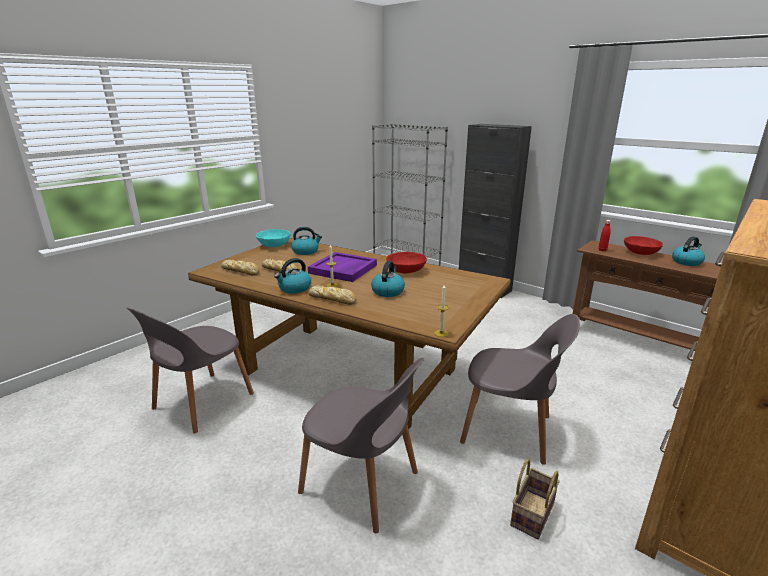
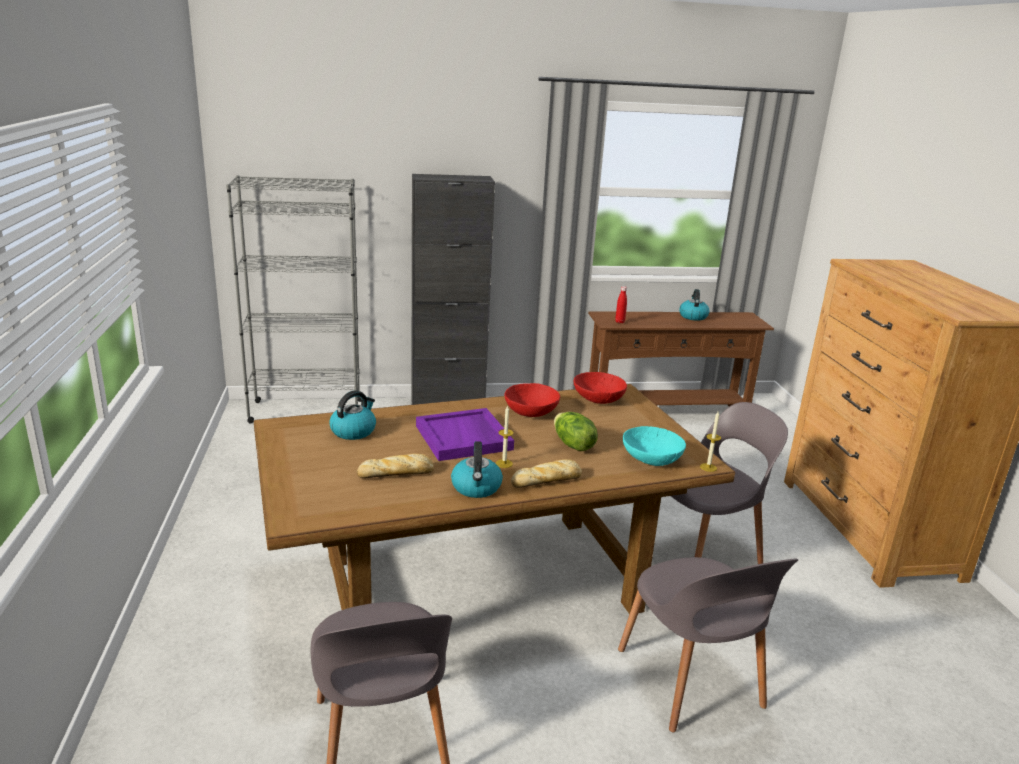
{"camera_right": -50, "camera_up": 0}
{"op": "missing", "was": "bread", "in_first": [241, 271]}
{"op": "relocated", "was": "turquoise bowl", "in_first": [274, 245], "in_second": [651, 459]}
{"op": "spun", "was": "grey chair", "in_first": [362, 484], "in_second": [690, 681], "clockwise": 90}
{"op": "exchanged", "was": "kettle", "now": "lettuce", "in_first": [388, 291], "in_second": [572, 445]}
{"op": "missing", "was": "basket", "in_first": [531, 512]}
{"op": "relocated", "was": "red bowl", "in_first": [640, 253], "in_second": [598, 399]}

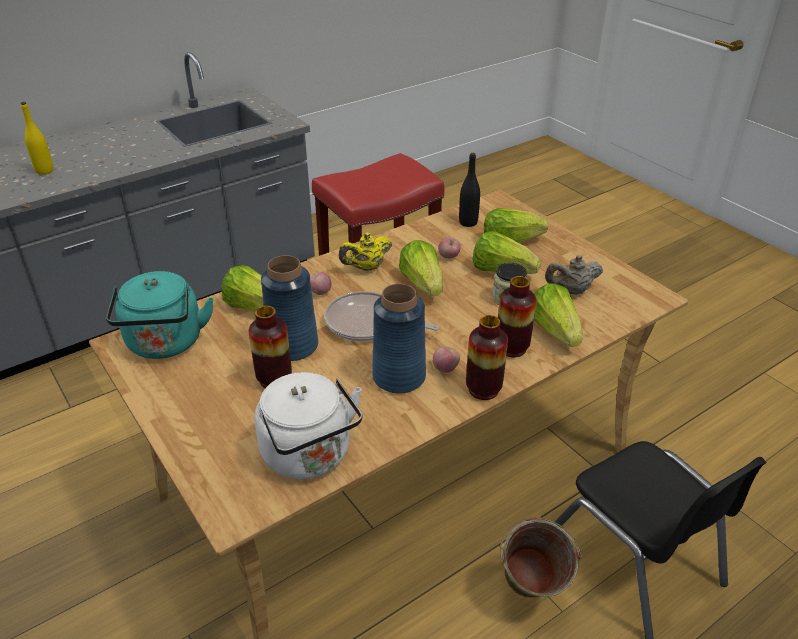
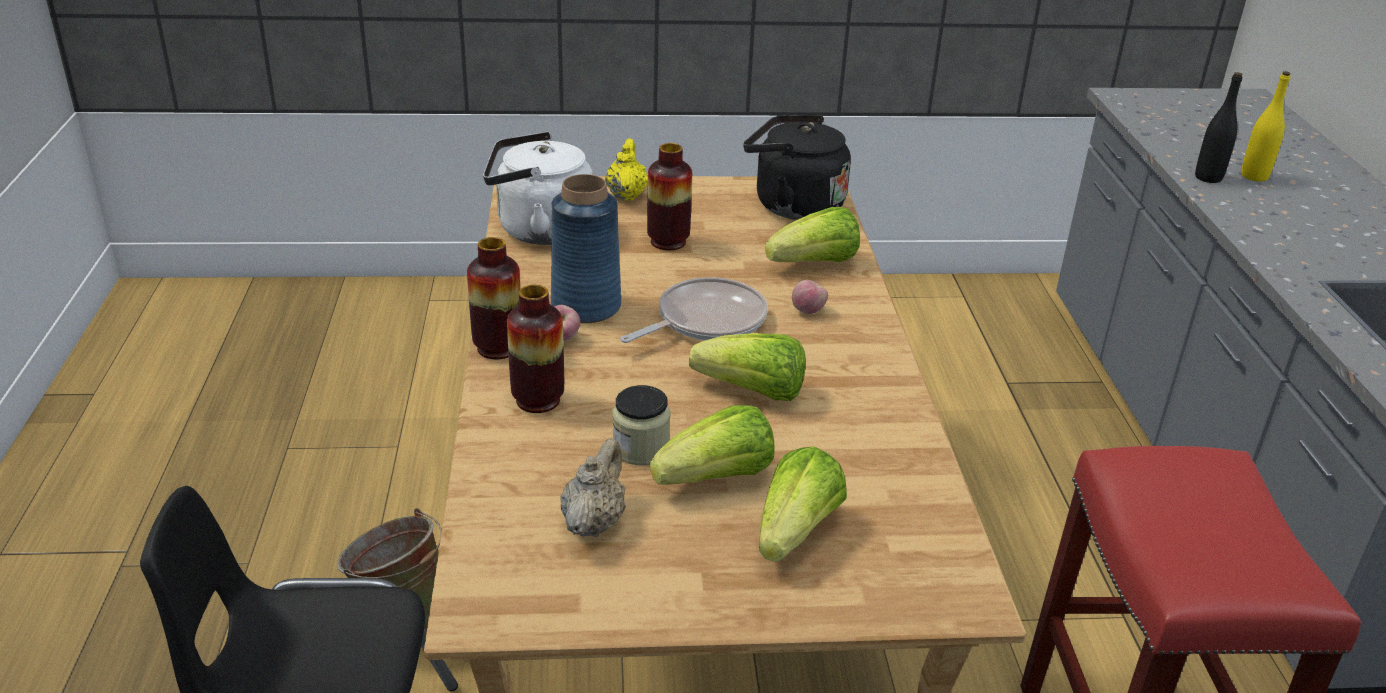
{"camera_right": 120, "camera_up": -5}
{"op": "colour", "was": "turquoise kettle", "now": "black kettle", "in_first": [165, 344], "in_second": [793, 205]}
{"op": "missing", "was": "blue vase", "in_first": [293, 345]}
{"op": "relocated", "was": "yellow teapot", "in_first": [366, 267], "in_second": [626, 195]}
{"op": "missing", "was": "apple", "in_first": [449, 257]}
{"op": "relocated", "was": "black bottle", "in_first": [468, 222], "in_second": [1208, 178]}
{"op": "missing", "was": "lettuce", "in_first": [555, 330]}

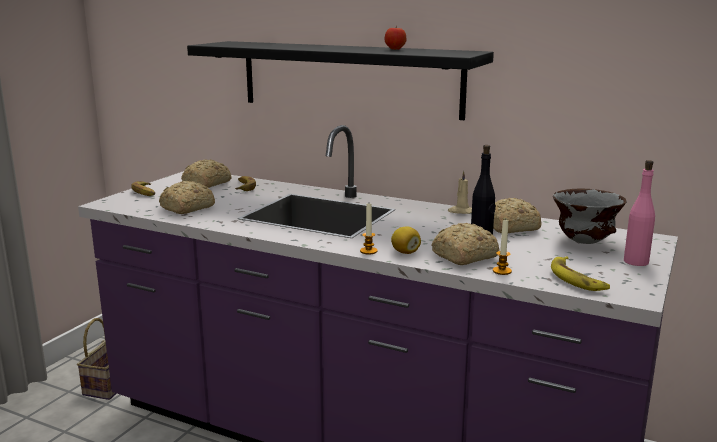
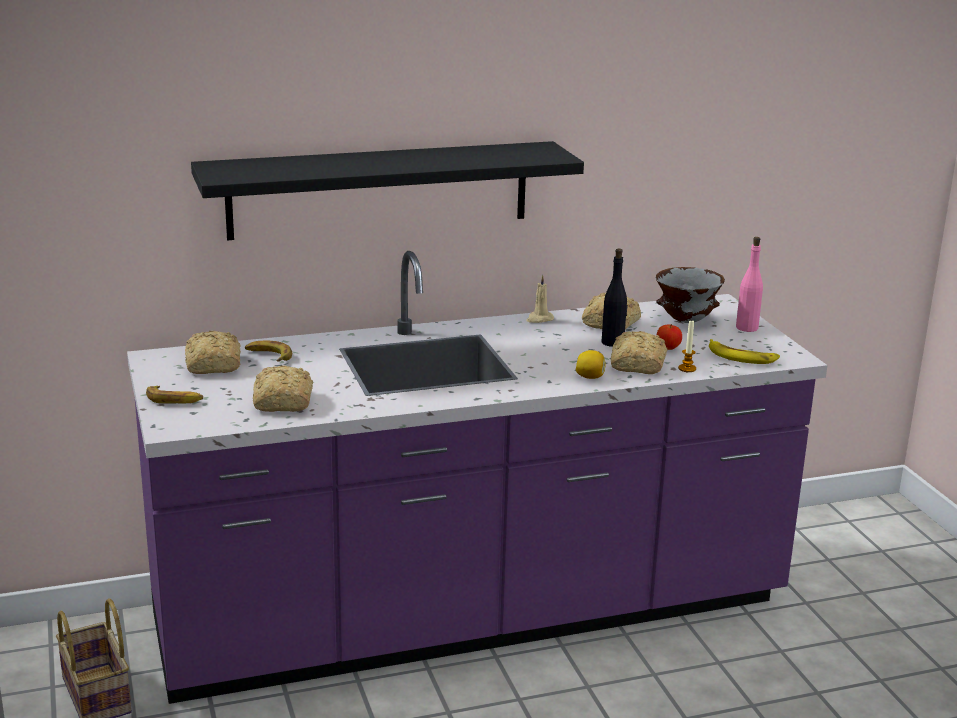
{"camera_right": -45, "camera_up": 5}
{"op": "missing", "was": "candle", "in_first": [368, 251]}
{"op": "relocated", "was": "apple", "in_first": [395, 49], "in_second": [668, 348]}

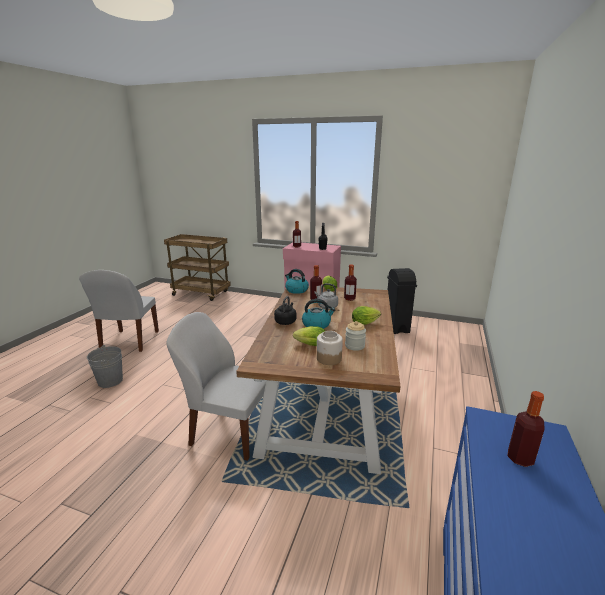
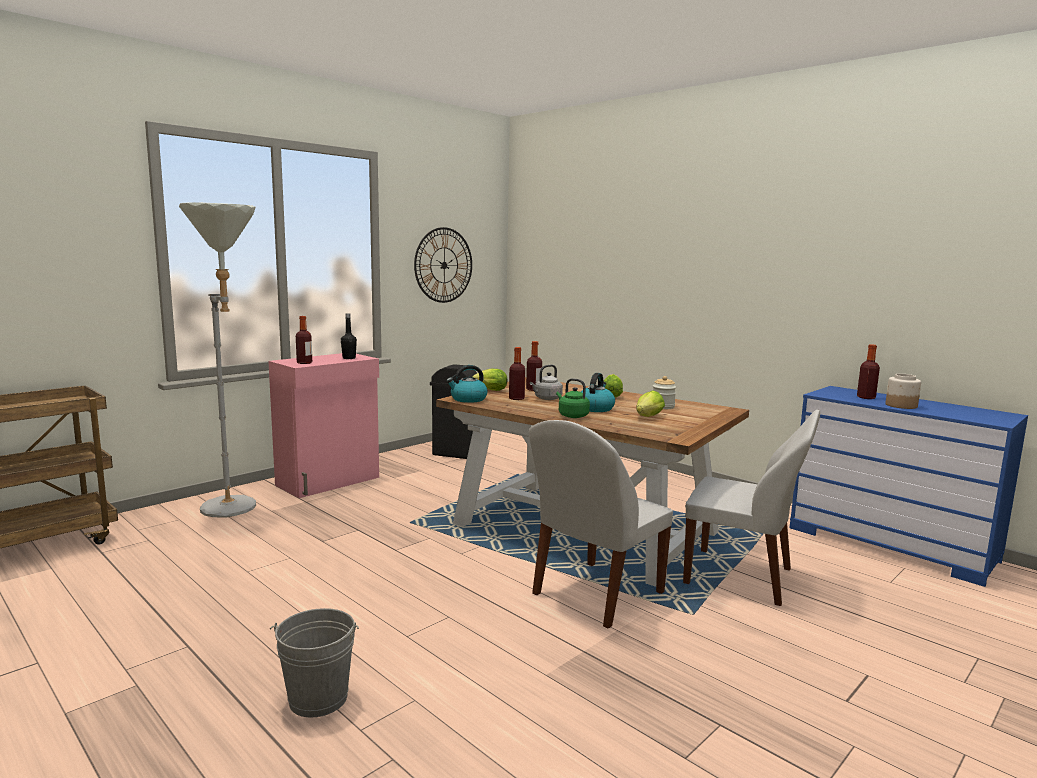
{"camera_right": -65, "camera_up": -10}
{"op": "relocated", "was": "white chair", "in_first": [129, 342], "in_second": [742, 577]}
{"op": "colour", "was": "black kettle", "now": "green kettle", "in_first": [286, 321], "in_second": [572, 416]}
{"op": "relocated", "was": "jar", "in_first": [328, 358], "in_second": [901, 405]}
{"op": "appeared", "now": "grey floor lamp", "in_second": [235, 511]}
{"op": "appeared", "now": "wall clock", "in_second": [444, 265]}

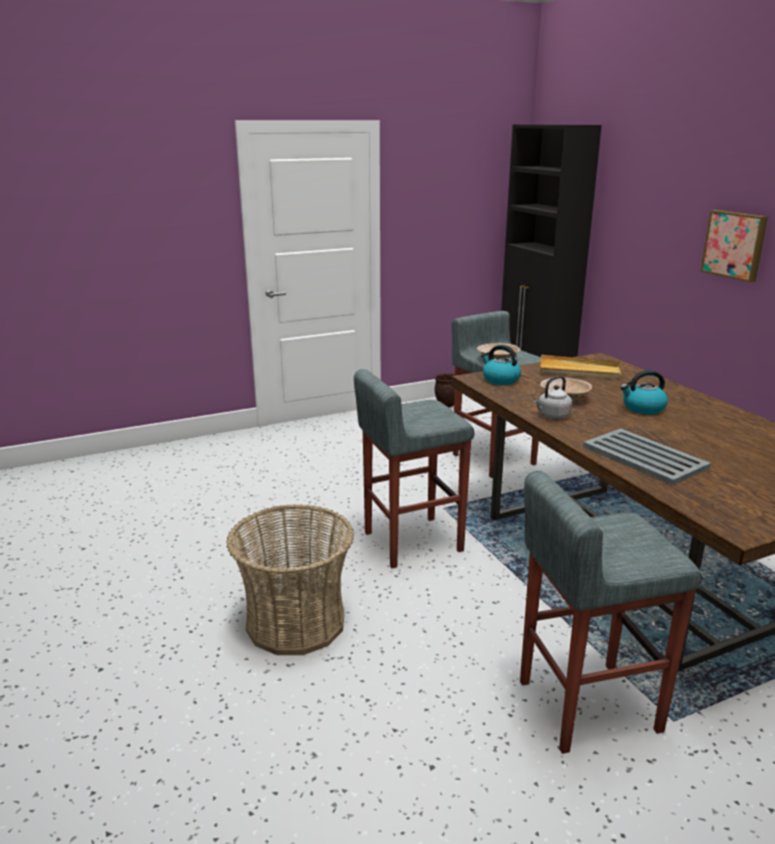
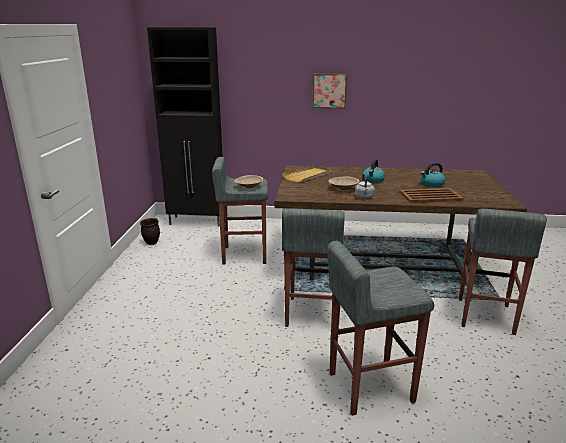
{"camera_right": -60, "camera_up": 0}
{"op": "exchanged", "was": "basket", "now": "grey stool", "in_first": [295, 622], "in_second": [369, 386]}
{"op": "relocated", "was": "kettle", "in_first": [500, 380], "in_second": [432, 184]}
{"op": "colour", "was": "grey tray", "now": "brown tray", "in_first": [643, 457], "in_second": [430, 196]}

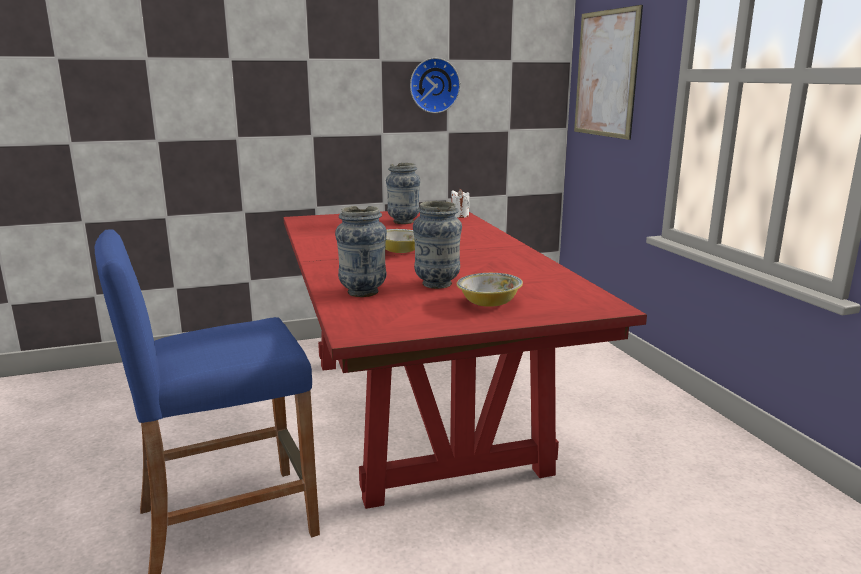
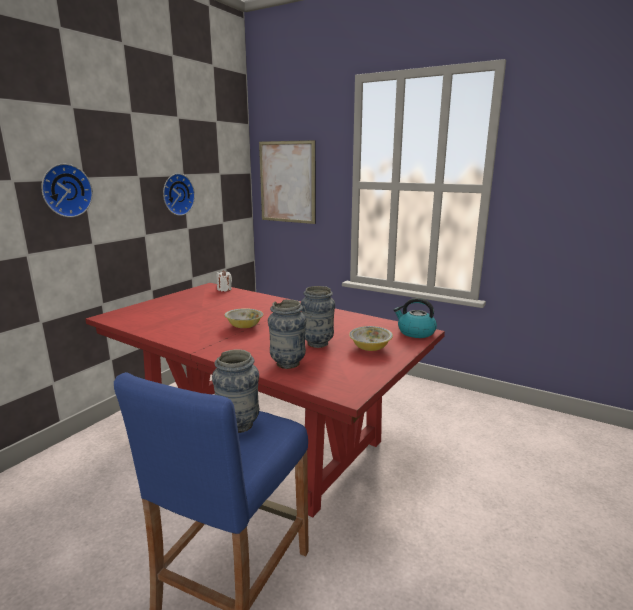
{"camera_right": -40, "camera_up": 0}
{"op": "relocated", "was": "vase", "in_first": [403, 222], "in_second": [238, 425]}
{"op": "appeared", "now": "wall clock", "in_second": [65, 190]}
{"op": "appeared", "now": "kettle", "in_second": [415, 332]}

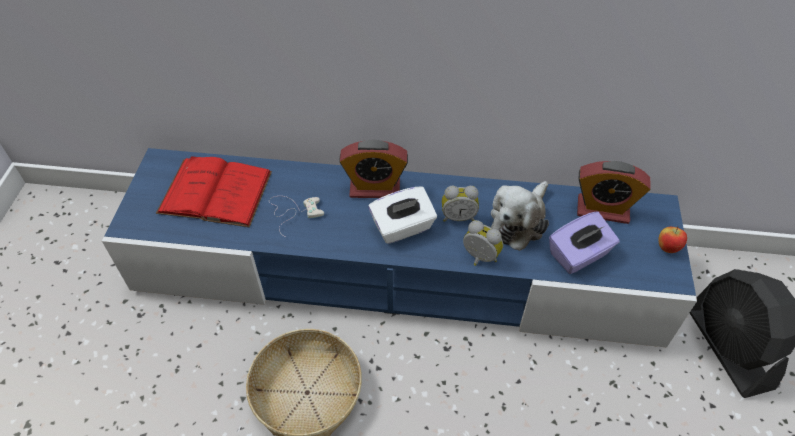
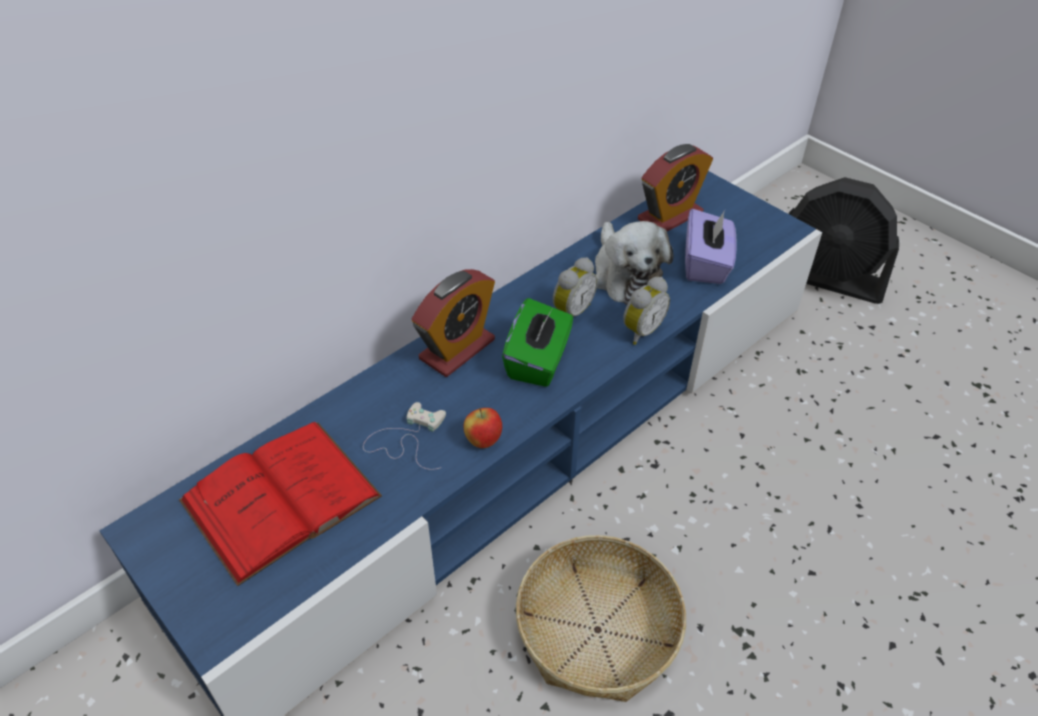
{"camera_right": -50, "camera_up": -5}
{"op": "colour", "was": "white tissue box", "now": "green tissue box", "in_first": [403, 227], "in_second": [538, 361]}
{"op": "spun", "was": "alarm clock", "in_first": [479, 258], "in_second": [640, 330], "clockwise": 150}
{"op": "relocated", "was": "apple", "in_first": [667, 248], "in_second": [483, 441]}

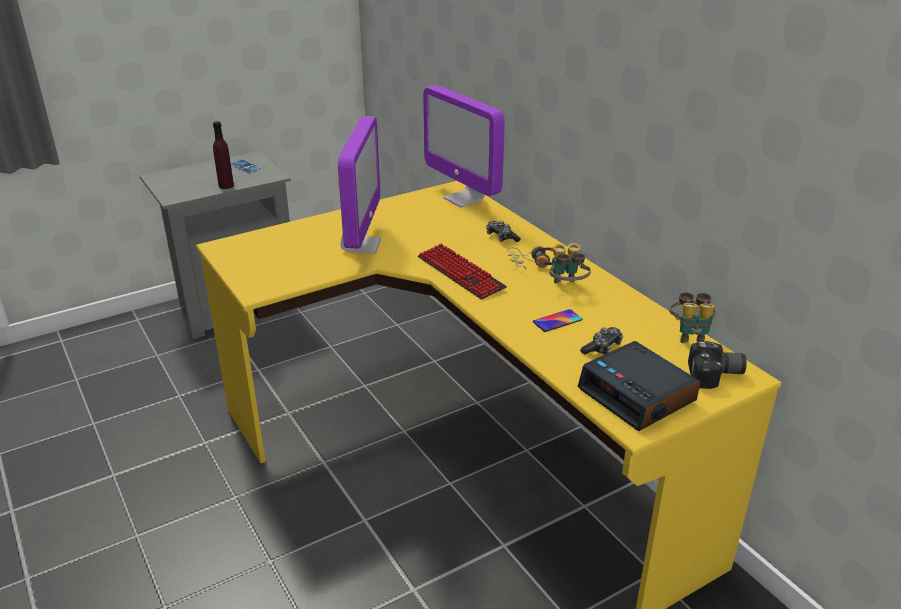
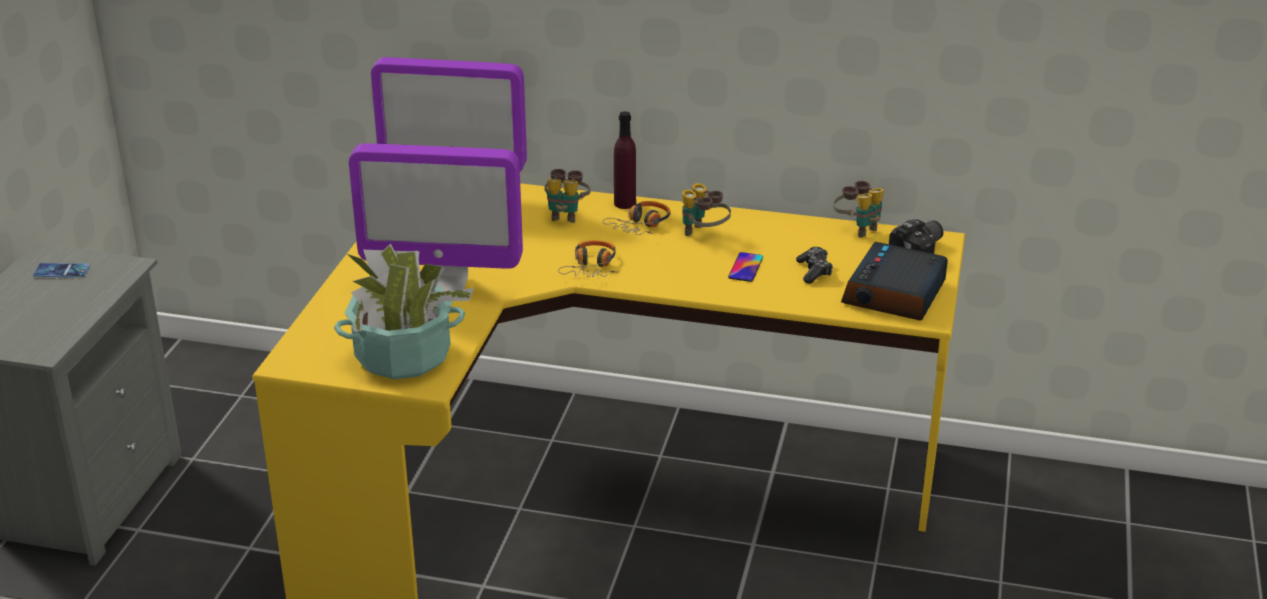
{"camera_right": -45, "camera_up": 0}
{"op": "relocated", "was": "purple bottle", "in_first": [226, 186], "in_second": [625, 203]}
{"op": "spun", "was": "monitor", "in_first": [361, 245], "in_second": [443, 287], "clockwise": 135}
{"op": "exchanged", "was": "keyboard", "now": "headphones", "in_first": [460, 273], "in_second": [592, 267]}
{"op": "exchanged", "was": "game controller", "now": "binoculars", "in_first": [501, 237], "in_second": [566, 215]}
{"op": "spun", "was": "alarm clock", "in_first": [638, 395], "in_second": [895, 294], "clockwise": 105}
{"op": "appeared", "now": "potted plant", "in_second": [403, 356]}

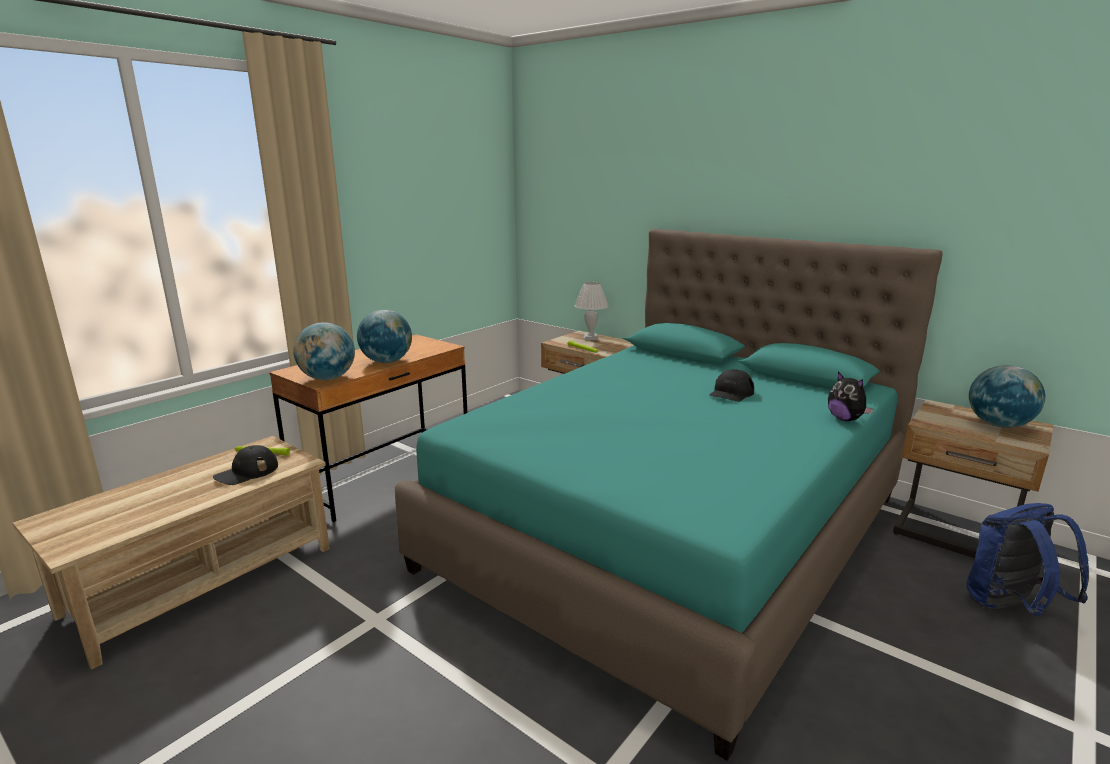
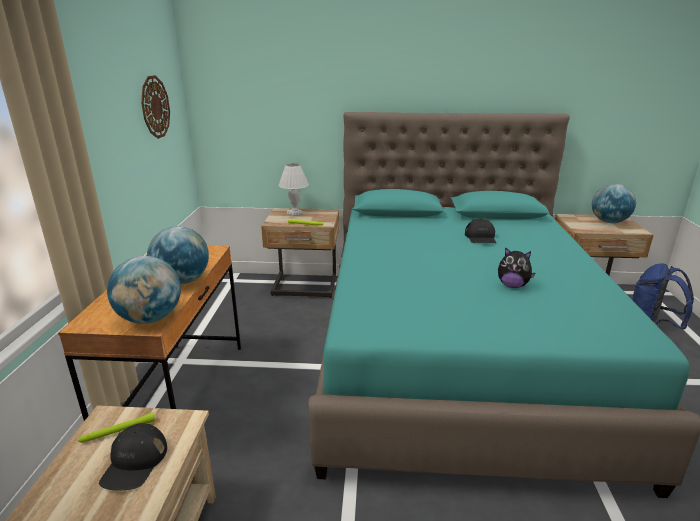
{"camera_right": -35, "camera_up": 5}
{"op": "relocated", "was": "plush toy", "in_first": [845, 419], "in_second": [512, 285]}
{"op": "appeared", "now": "wall clock", "in_second": [155, 107]}

